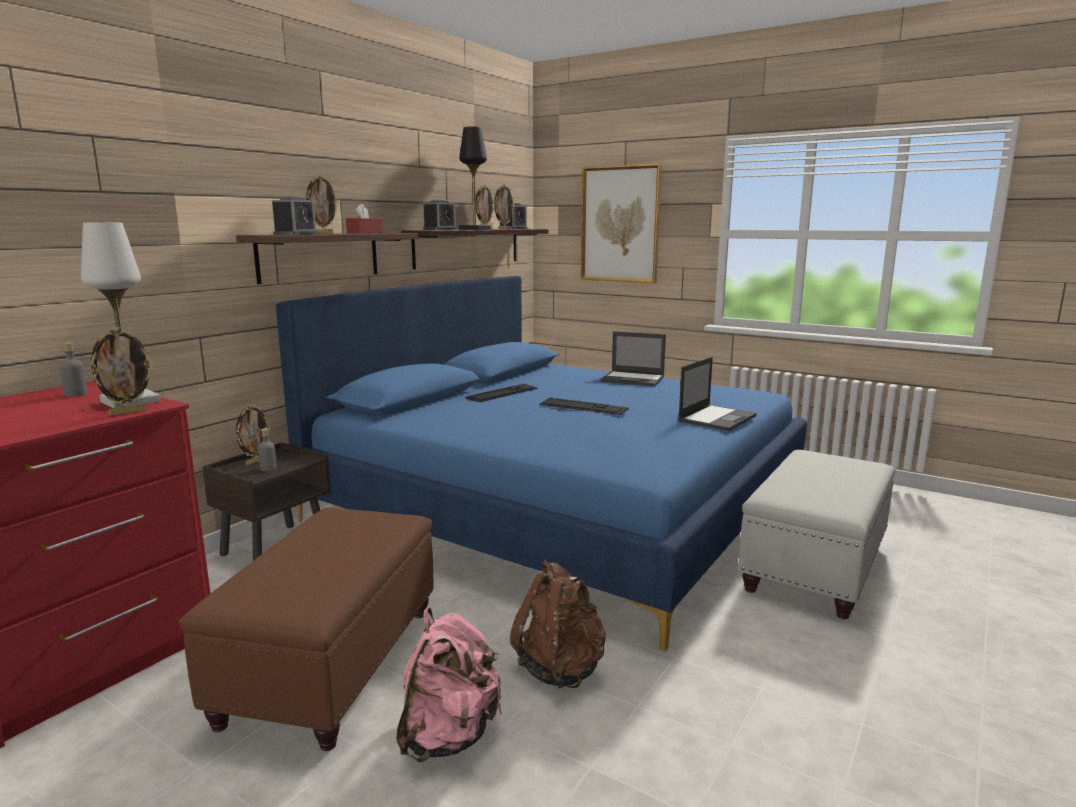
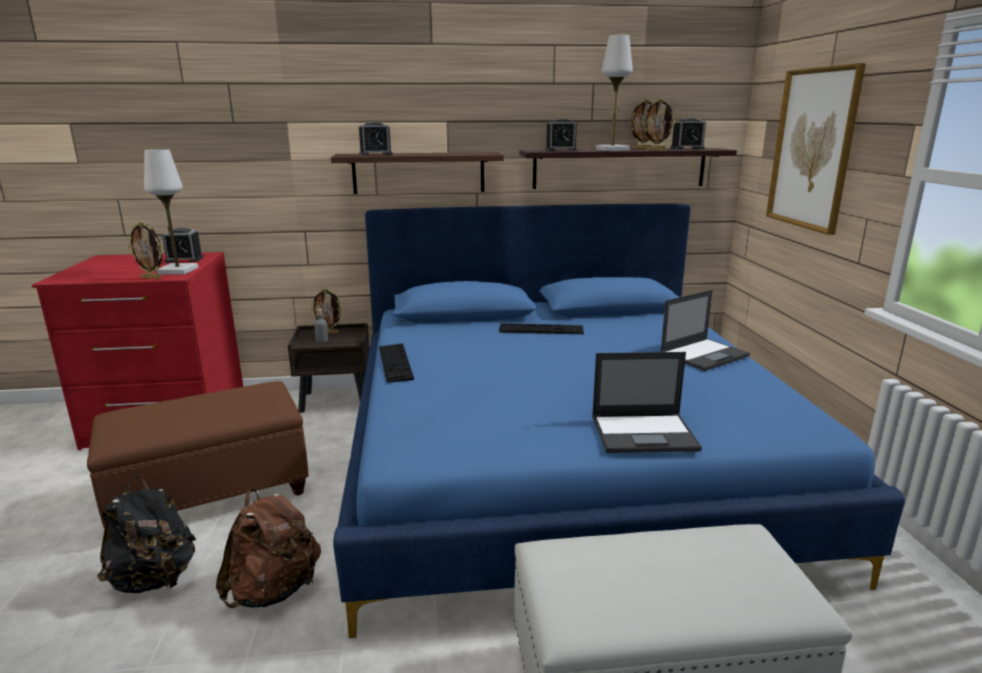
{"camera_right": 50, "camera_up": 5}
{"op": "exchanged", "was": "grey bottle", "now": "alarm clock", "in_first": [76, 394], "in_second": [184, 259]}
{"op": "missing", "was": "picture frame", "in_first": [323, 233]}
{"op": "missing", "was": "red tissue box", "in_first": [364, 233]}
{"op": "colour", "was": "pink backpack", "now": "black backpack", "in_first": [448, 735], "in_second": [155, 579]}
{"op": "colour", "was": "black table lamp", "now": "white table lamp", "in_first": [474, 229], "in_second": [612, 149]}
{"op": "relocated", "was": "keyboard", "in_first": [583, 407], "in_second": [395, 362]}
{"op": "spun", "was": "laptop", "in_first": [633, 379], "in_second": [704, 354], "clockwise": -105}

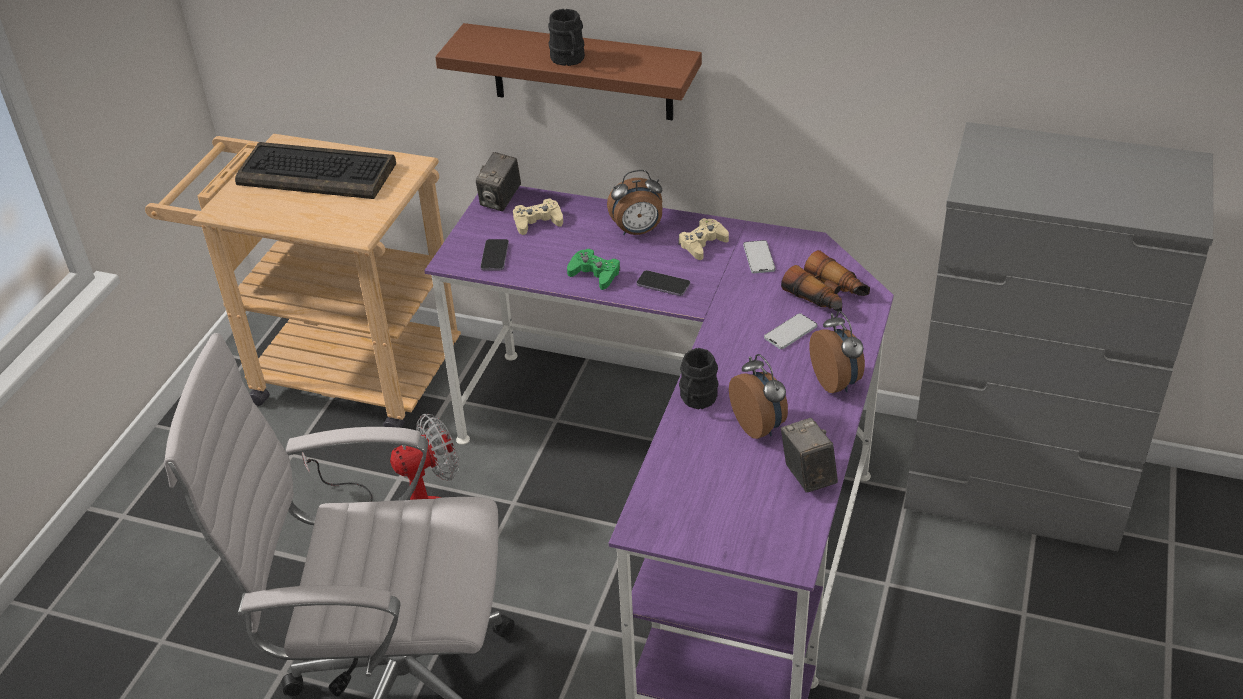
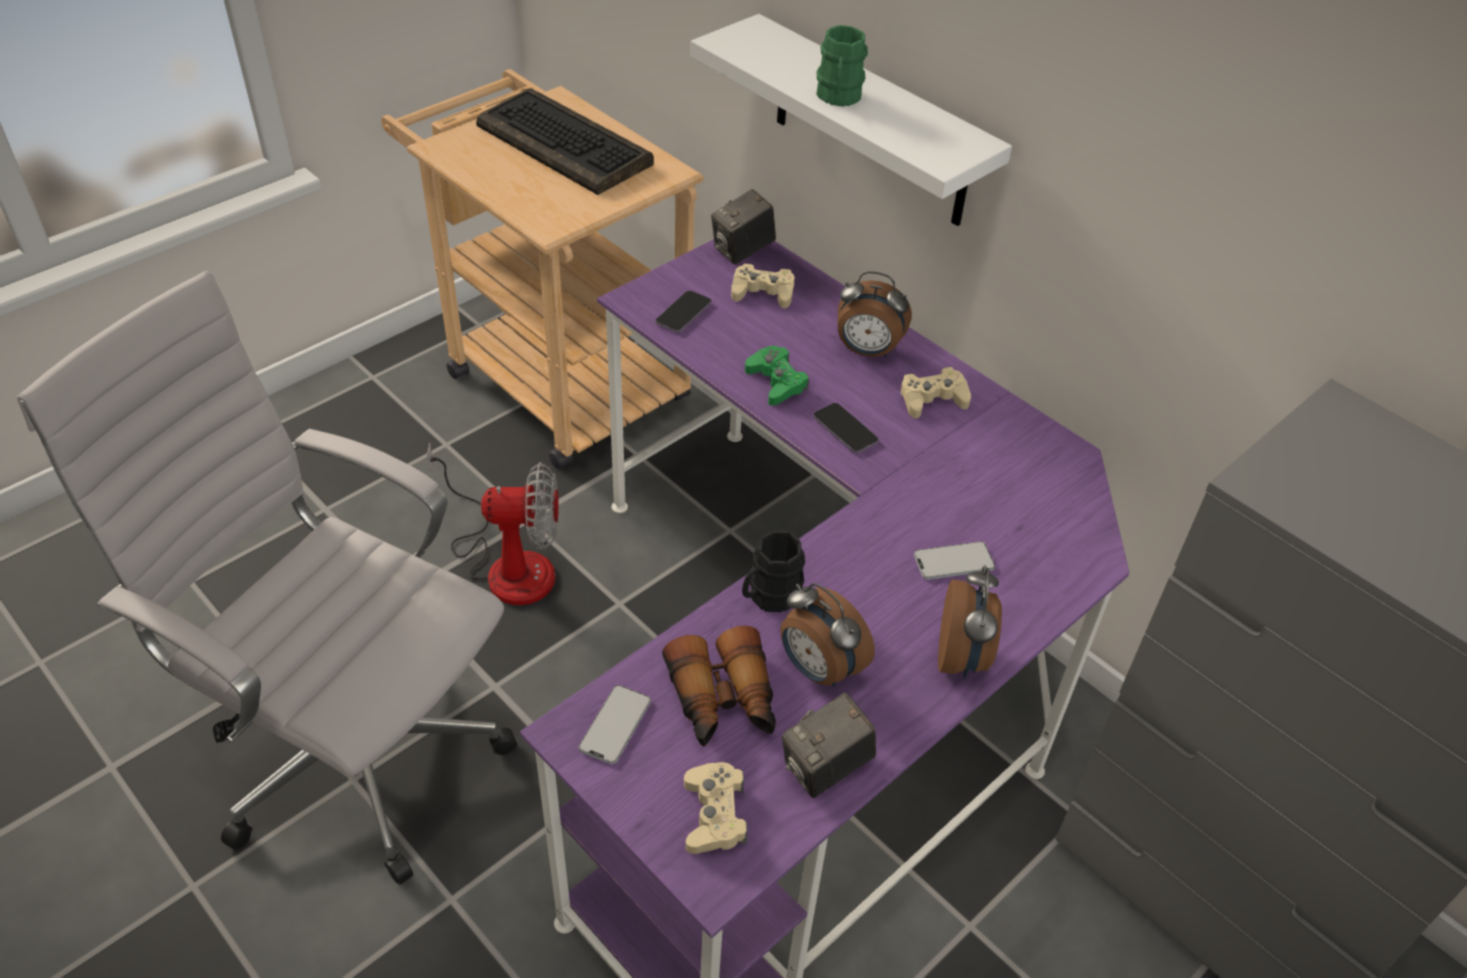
{"camera_right": 25, "camera_up": 5}
{"op": "colour", "was": "brown shelf", "now": "white shelf", "in_first": [582, 72], "in_second": [871, 124]}
{"op": "colour", "was": "black mug", "now": "green mug", "in_first": [569, 60], "in_second": [838, 98]}
{"op": "spun", "was": "alarm clock", "in_first": [759, 426], "in_second": [818, 669], "clockwise": 135}
{"op": "relocated", "was": "phone", "in_first": [759, 258], "in_second": [615, 725]}
{"op": "relocated", "was": "binoculars", "in_first": [827, 296], "in_second": [723, 702]}
{"op": "spun", "was": "photo camera", "in_first": [807, 475], "in_second": [826, 769], "clockwise": -135}
{"op": "appeared", "now": "beige game controller", "in_second": [714, 815]}

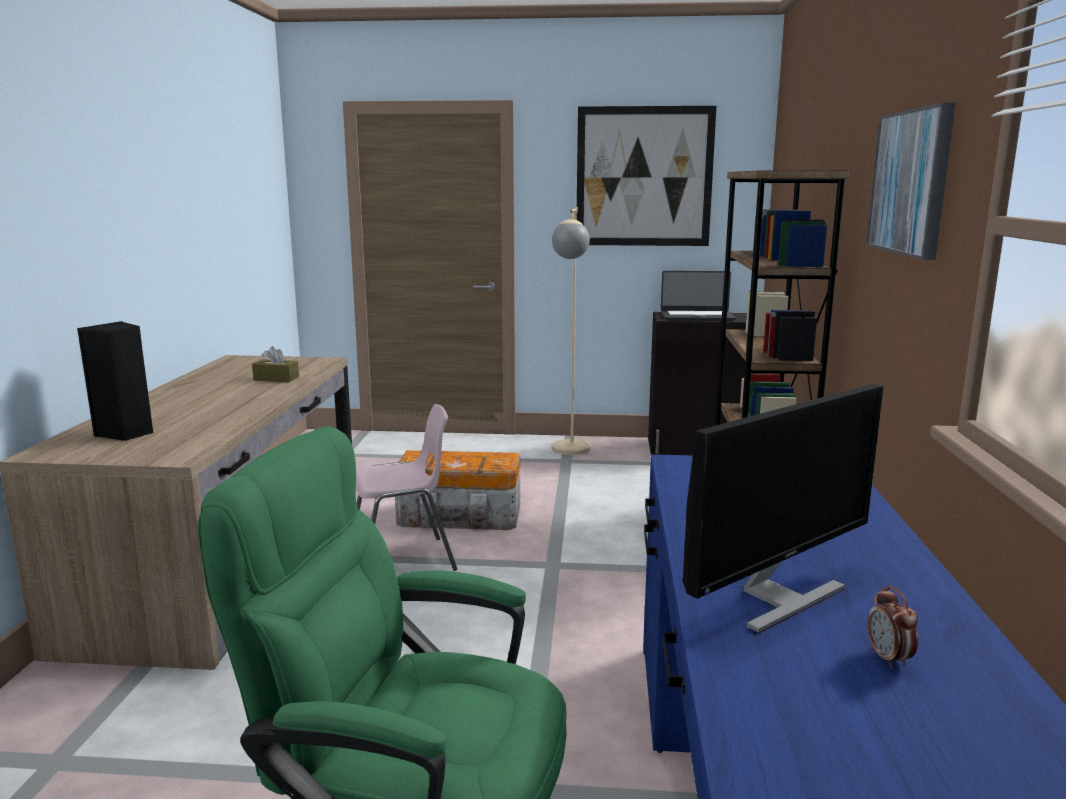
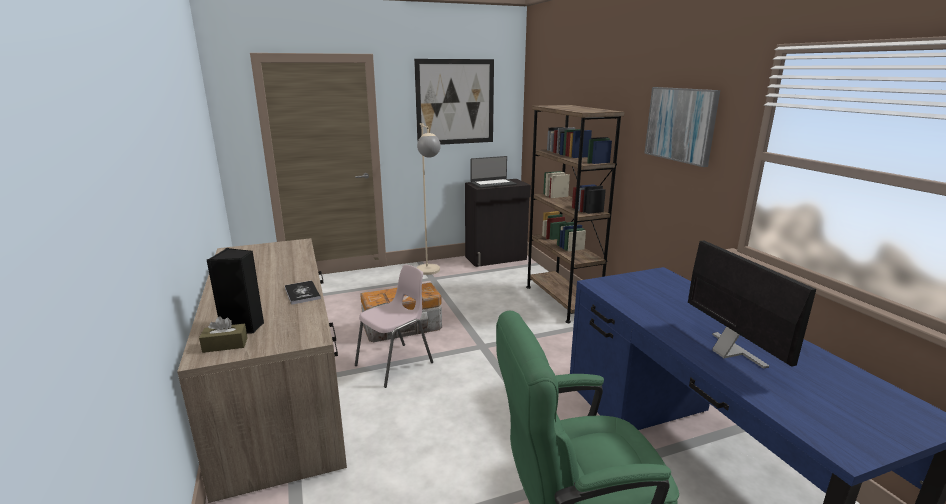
{"camera_right": -25, "camera_up": 5}
{"op": "relocated", "was": "brown tissue box", "in_first": [276, 379], "in_second": [225, 345]}
{"op": "spun", "was": "monitor", "in_first": [777, 598], "in_second": [730, 352], "clockwise": -45}
{"op": "missing", "was": "alarm clock", "in_first": [888, 659]}
{"op": "appeared", "now": "book", "in_second": [302, 293]}

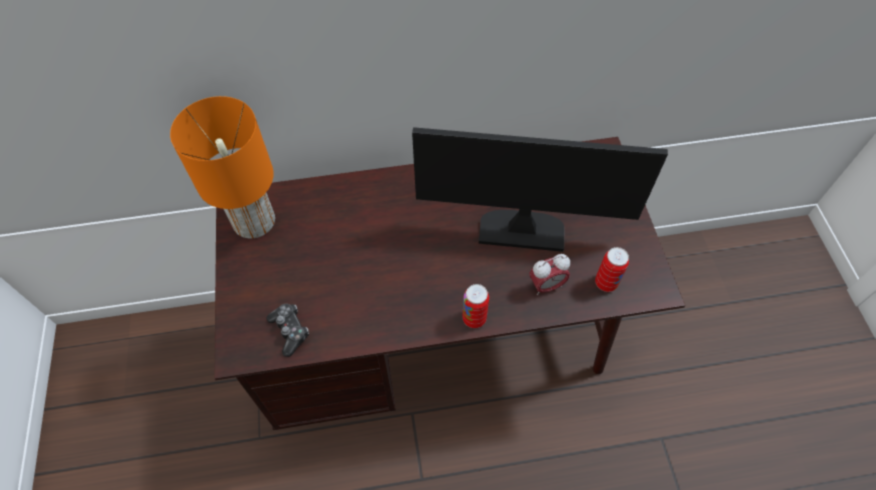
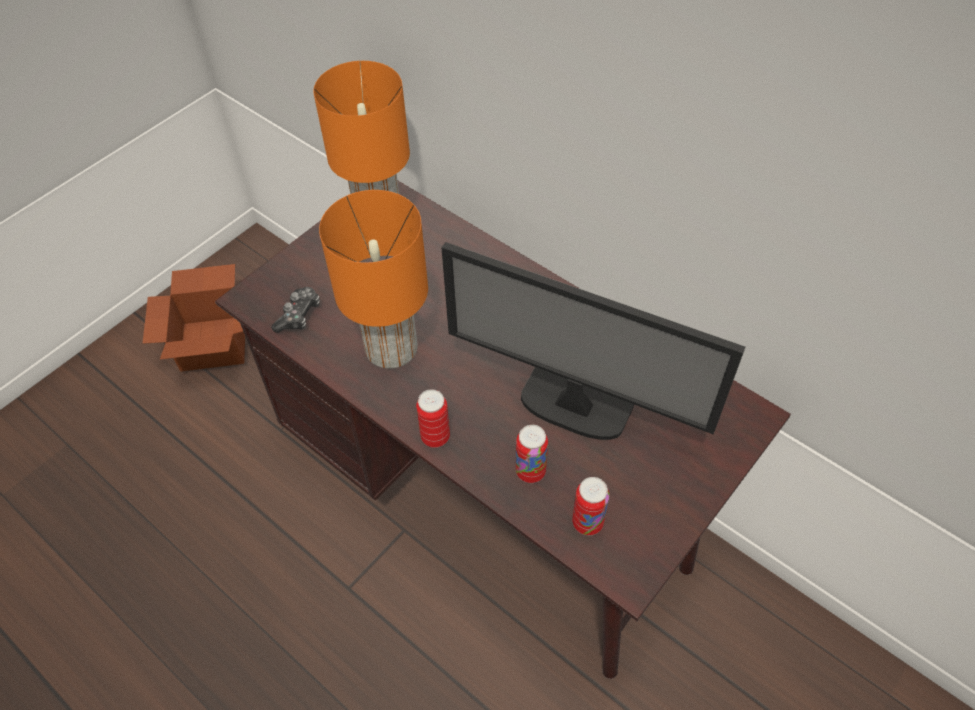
{"camera_right": 50, "camera_up": -5}
{"op": "spun", "was": "monitor", "in_first": [521, 230], "in_second": [573, 408], "clockwise": 150}
{"op": "exchanged", "was": "alarm clock", "now": "can", "in_first": [546, 285], "in_second": [530, 472]}
{"op": "appeared", "now": "cardboard box", "in_second": [215, 341]}
{"op": "appeared", "now": "orange table lamp", "in_second": [389, 348]}

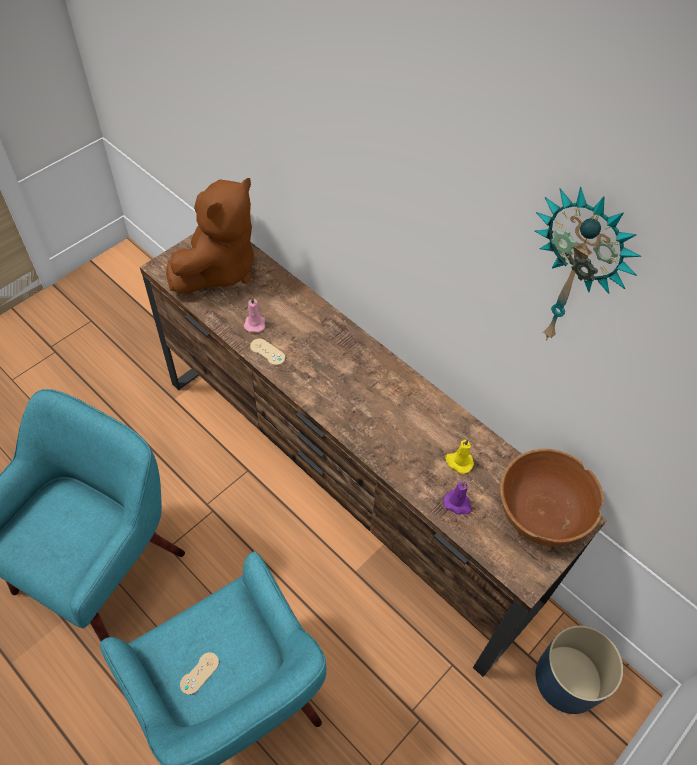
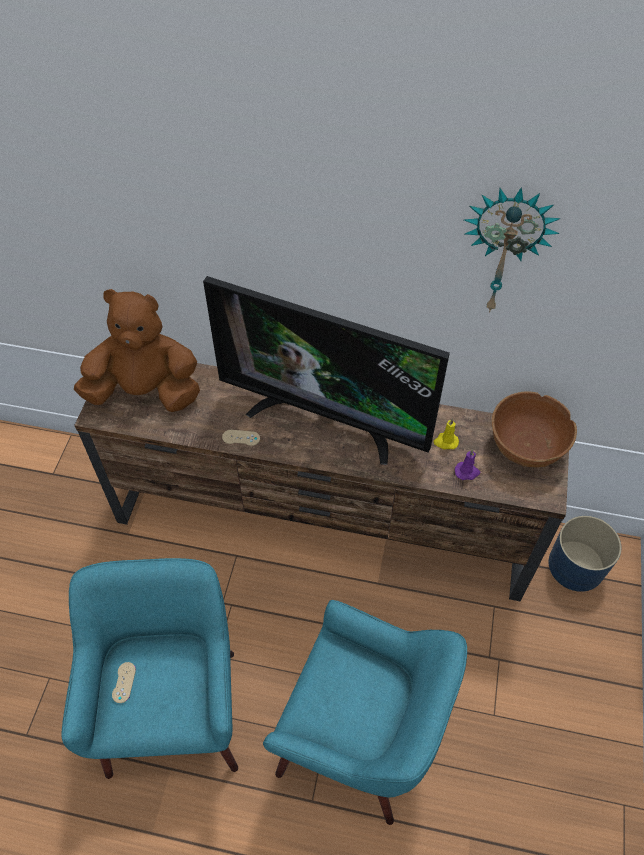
{"camera_right": -30, "camera_up": 0}
{"op": "spun", "was": "brown plush toy", "in_first": [219, 268], "in_second": [146, 391], "clockwise": -90}
{"op": "relocated", "was": "beige game controller", "in_first": [199, 673], "in_second": [124, 682]}
{"op": "missing", "was": "pink candle", "in_first": [255, 323]}
{"op": "appeared", "now": "television", "in_second": [326, 418]}

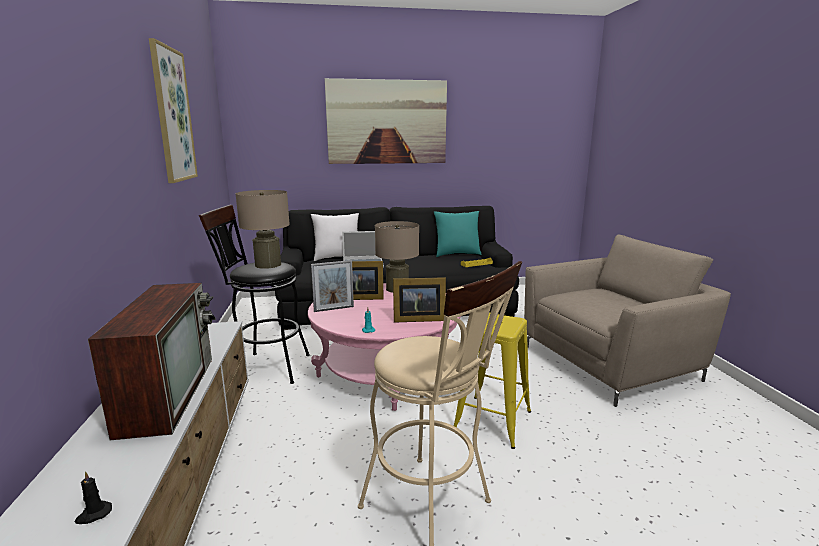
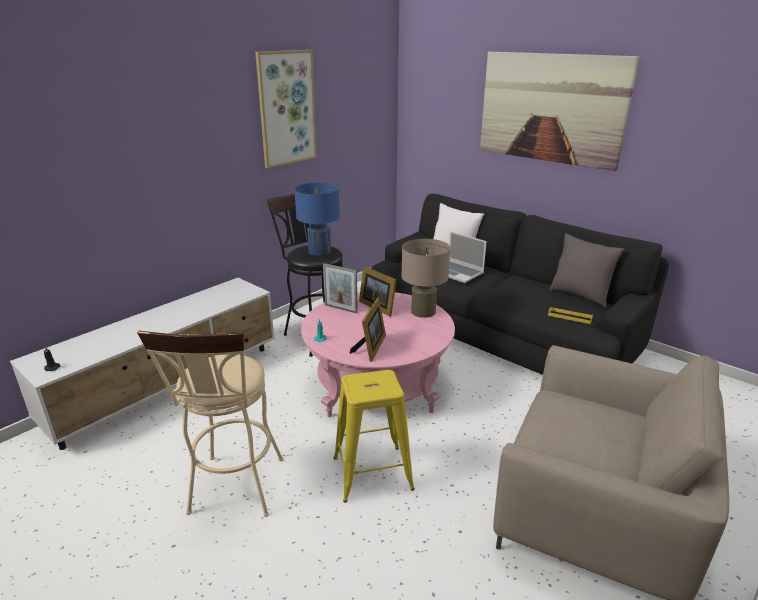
{"camera_right": 50, "camera_up": 10}
{"op": "missing", "was": "television", "in_first": [168, 392]}
{"op": "colour", "was": "beige table lamp", "now": "blue table lamp", "in_first": [268, 265], "in_second": [319, 251]}
{"op": "spun", "was": "picture frame", "in_first": [417, 319], "in_second": [371, 348], "clockwise": -120}
{"op": "colour", "was": "turquoise pillow", "now": "grey pillow", "in_first": [457, 254], "in_second": [580, 295]}

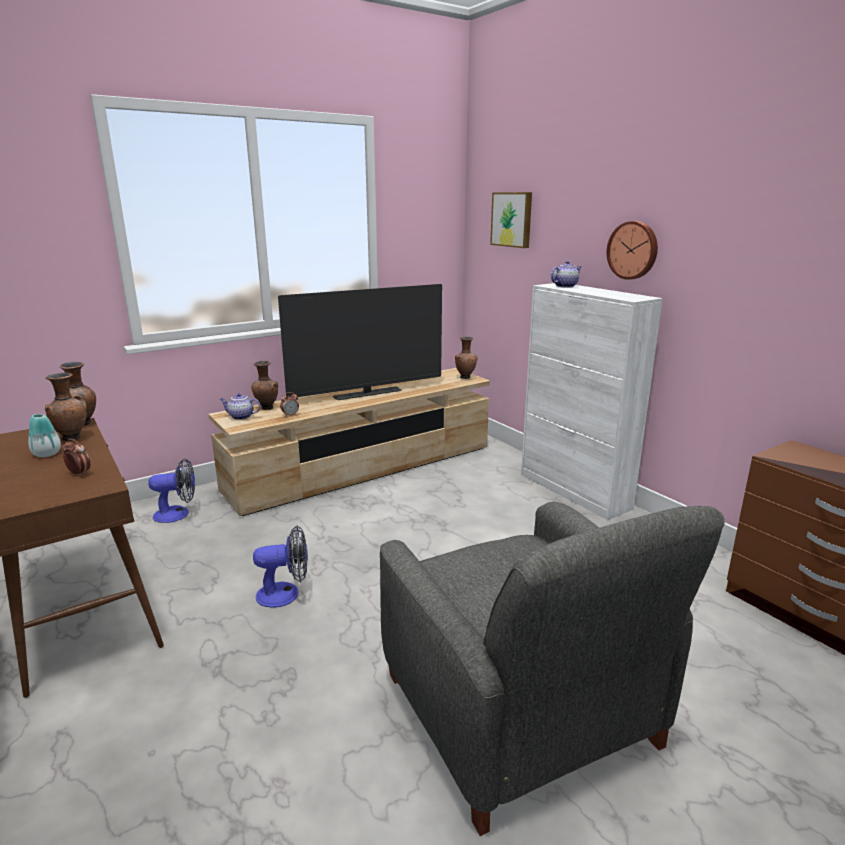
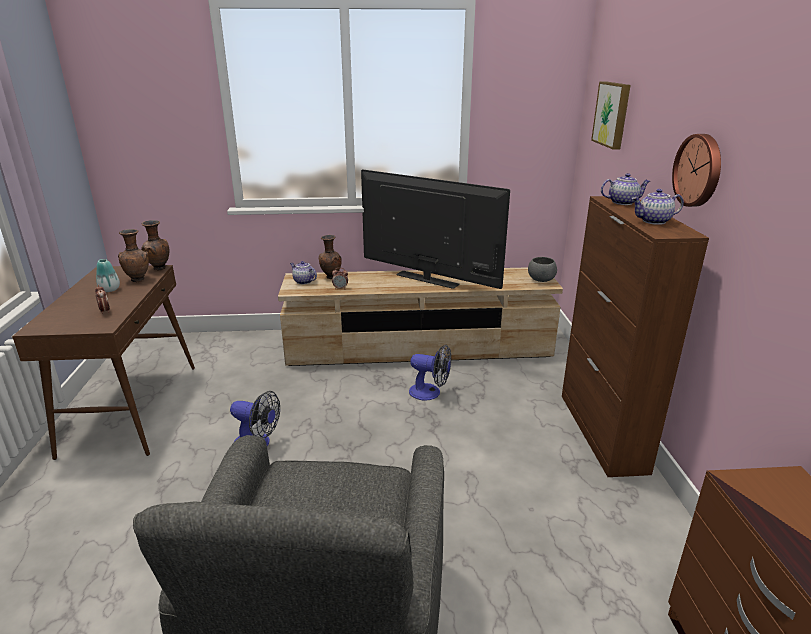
{"camera_right": 30, "camera_up": 5}
{"op": "relocated", "was": "fan", "in_first": [178, 514], "in_second": [430, 393]}
{"op": "spun", "was": "television", "in_first": [367, 394], "in_second": [427, 280], "clockwise": -150}
{"op": "exchanged", "was": "brown vase", "now": "grey bowl", "in_first": [465, 377], "in_second": [540, 280]}
{"op": "colour", "was": "white cabinet", "now": "brown cabinet", "in_first": [574, 491], "in_second": [602, 432]}
{"op": "appeared", "now": "teapot", "in_second": [654, 221]}

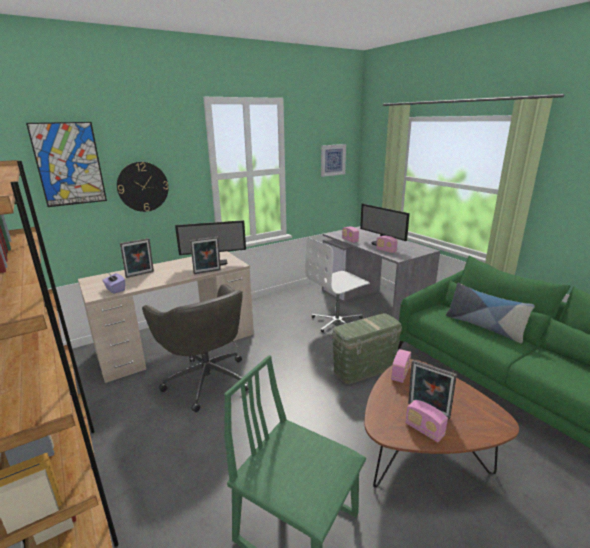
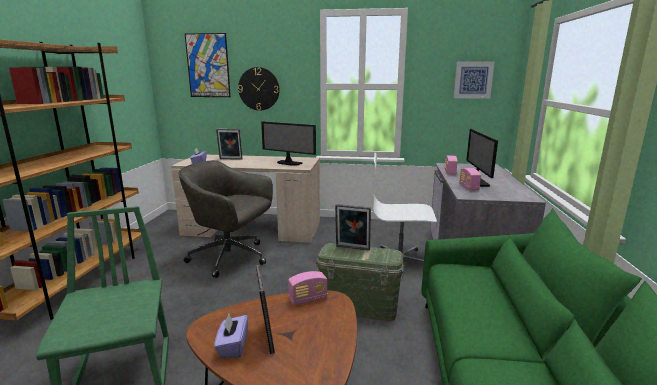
{"camera_right": 40, "camera_up": -5}
{"op": "spun", "was": "grey office chair", "in_first": [206, 379], "in_second": [231, 258], "clockwise": 105}
{"op": "relocated", "was": "picture frame", "in_first": [207, 272], "in_second": [352, 248]}
{"op": "exchanged", "was": "radio", "now": "purple tissue box", "in_first": [424, 430], "in_second": [233, 346]}
{"op": "missing", "was": "pillow", "in_first": [484, 326]}

